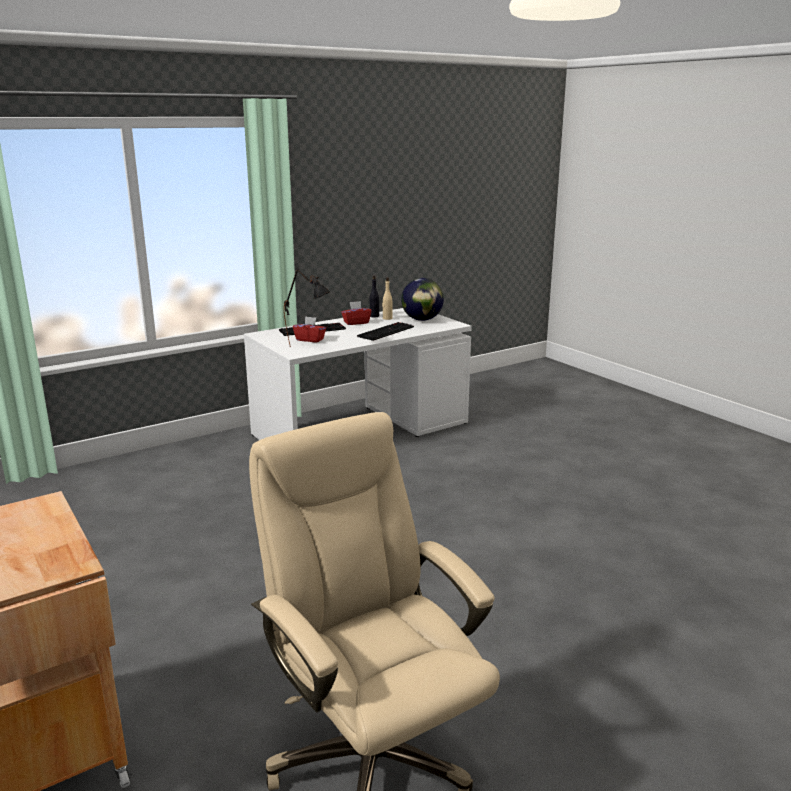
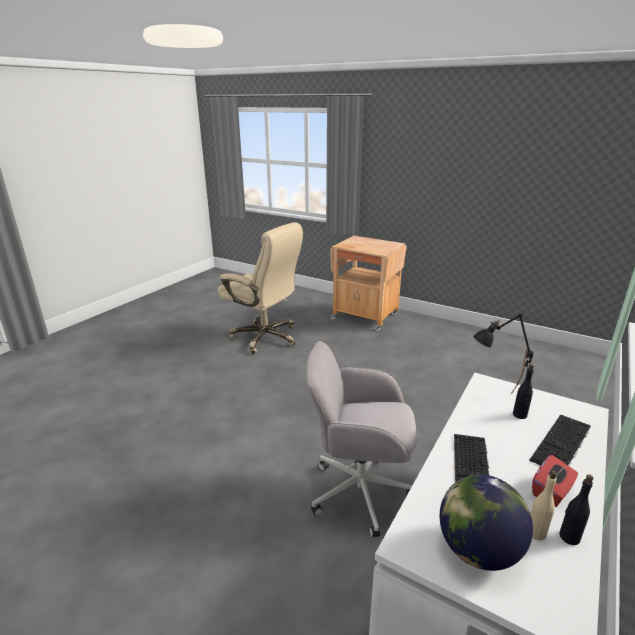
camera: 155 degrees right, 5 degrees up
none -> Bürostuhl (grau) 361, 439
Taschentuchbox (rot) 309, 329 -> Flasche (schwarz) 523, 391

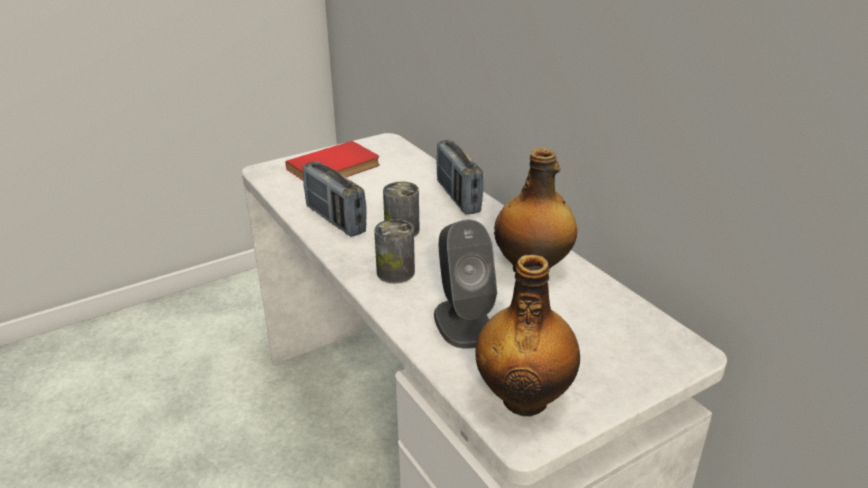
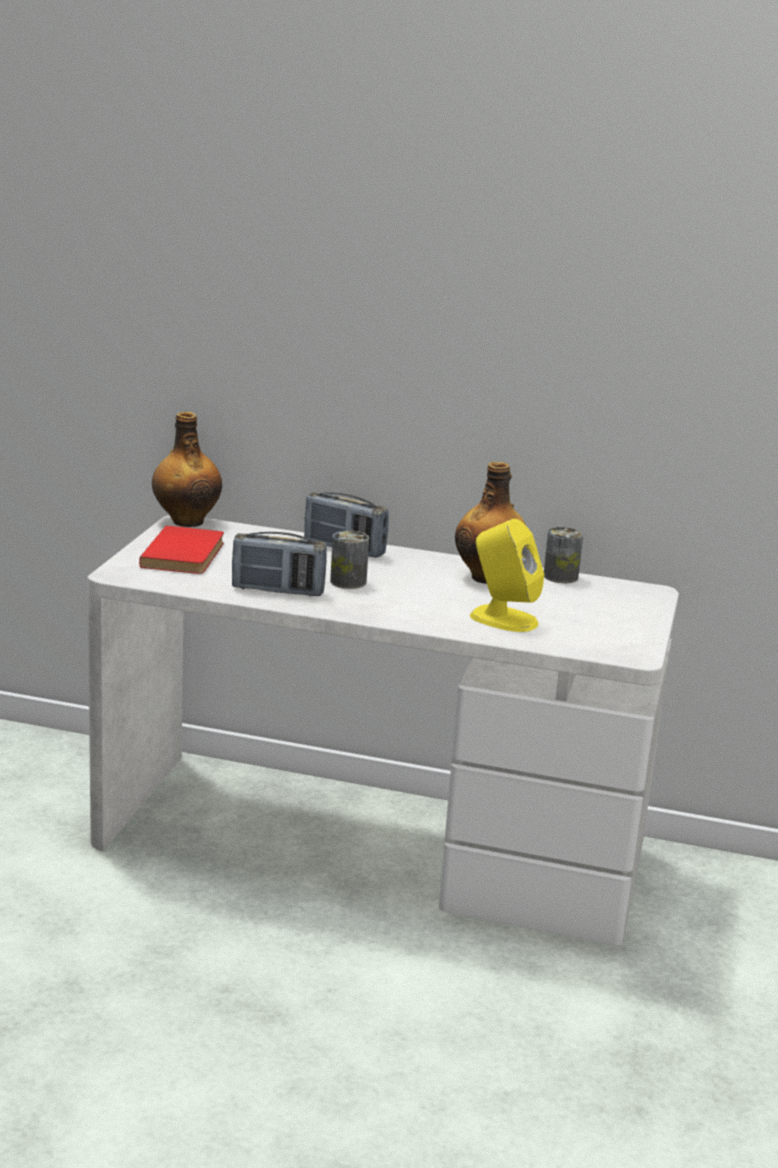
camera: 45 degrees left, 10 degrees down
Flasche 527, 335 -> Flasche 187, 469, relocated
Lautsprecher (grau) 465, 284 -> Lautsprecher (gelb) 507, 575
Dose 394, 251 -> Dose 563, 555, relocated

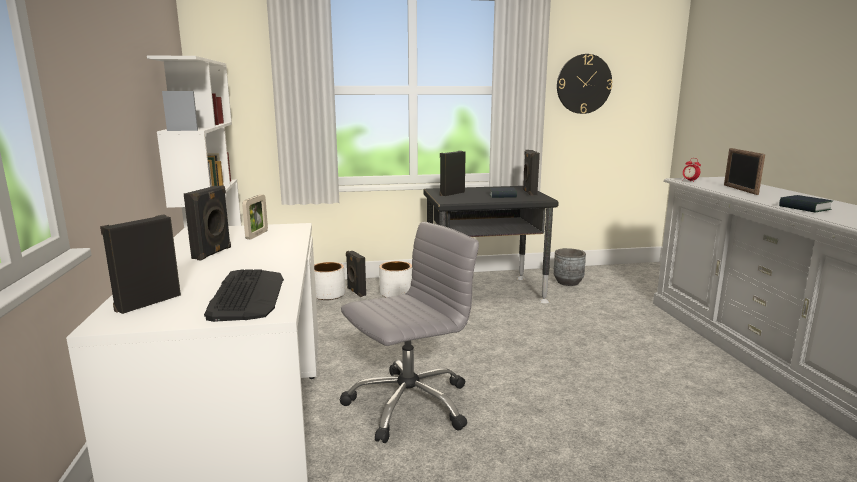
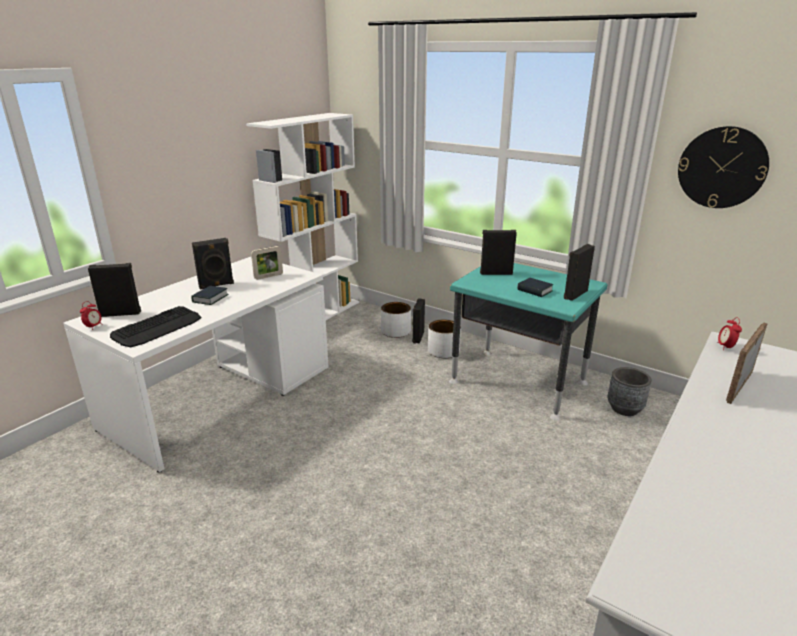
camera: 45 degrees right, 10 degrees up
none -> Wecker 90, 315
Buch 806, 204 -> Buch 210, 295, relocated
Schreibtisch (schwarz) 491, 244 -> Schreibtisch (türkis) 528, 342
Bürostuhl (grau) 409, 332 -> none

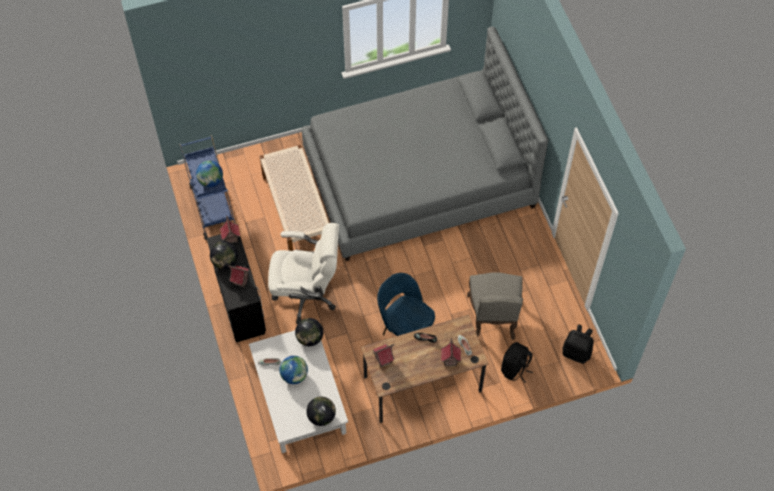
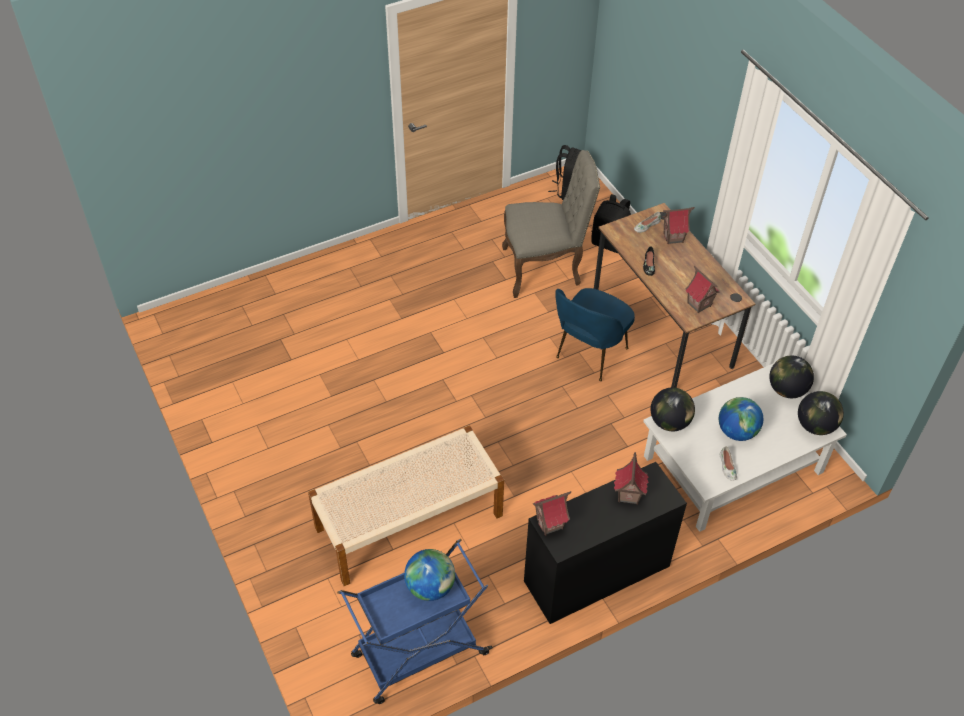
camera: 100 degrees left, 10 degrees down
Globus 224, 255 -> Globus 821, 413, relocated
Bürostuhl (weiß) 303, 273 -> none
Bett (grau) 425, 143 -> none

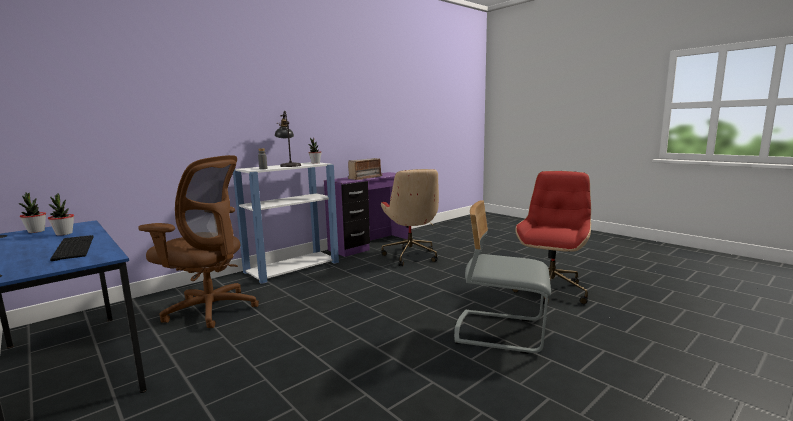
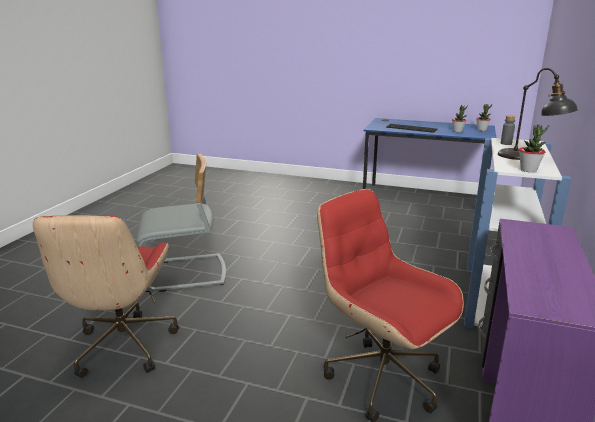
camera: 150 degrees right, 10 degrees up
Bürostuhl (braun) 198, 241 -> none
Radio 365, 169 -> none

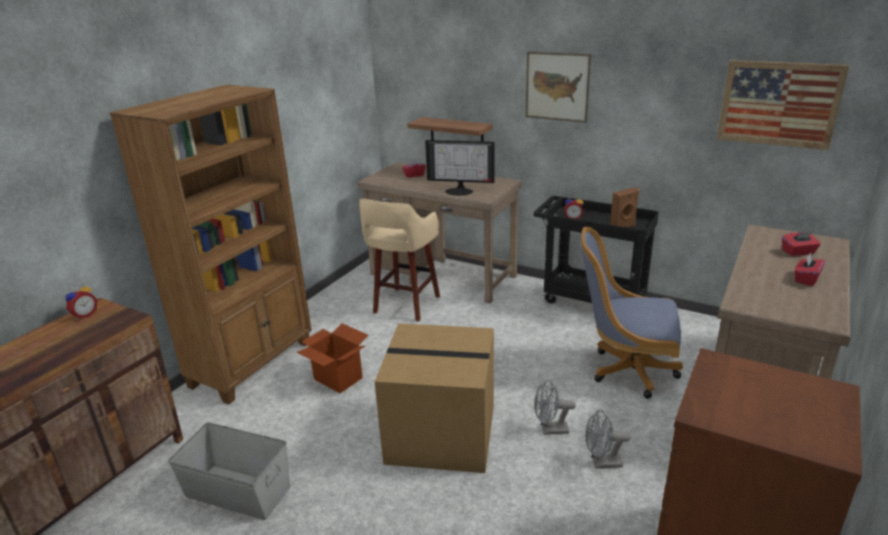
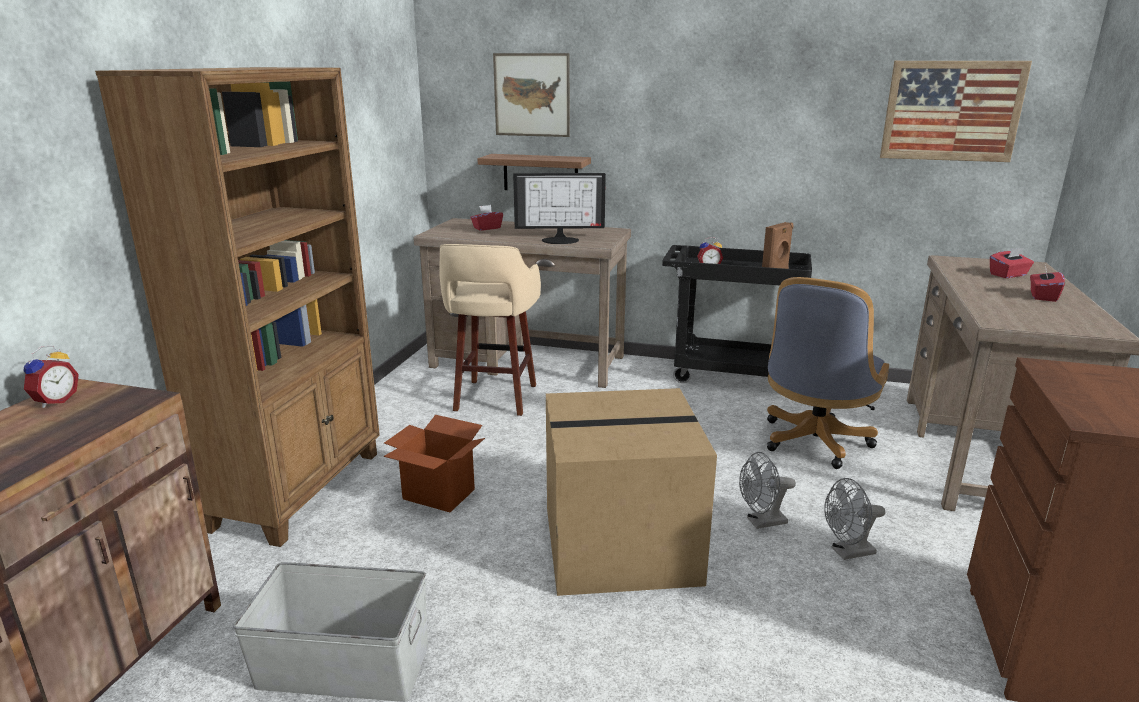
camera: 15 degrees left, 5 degrees down
Bild 558, 87 -> Bild 531, 95, relocated
Bürostuhl (blau) 632, 313 -> Bürostuhl (blau) 828, 373, 60 degrees counterclockwise

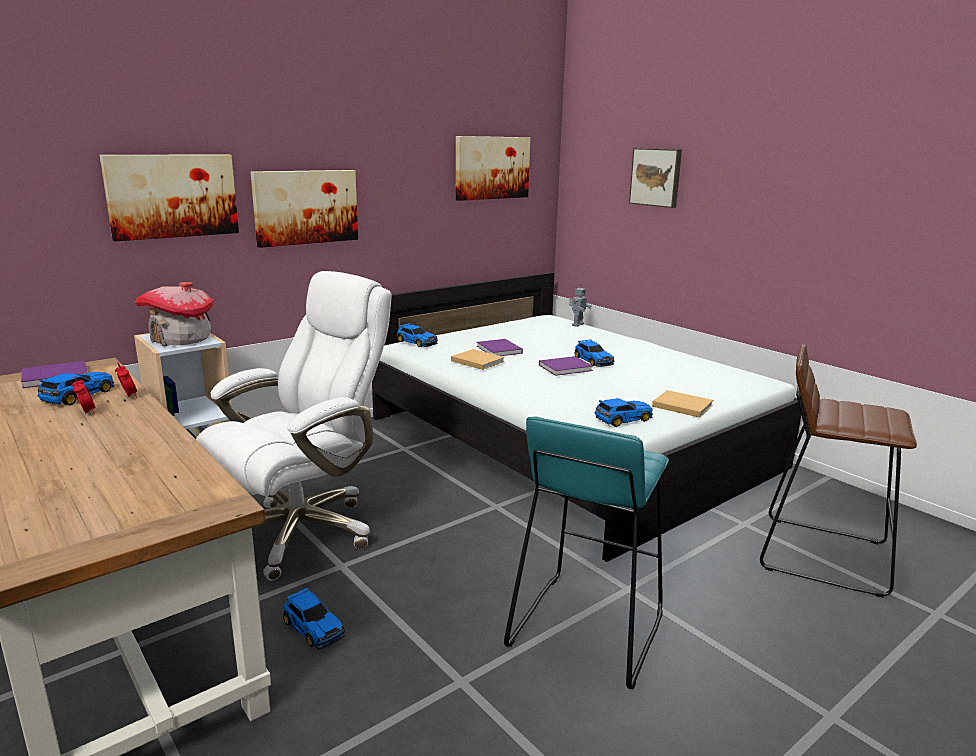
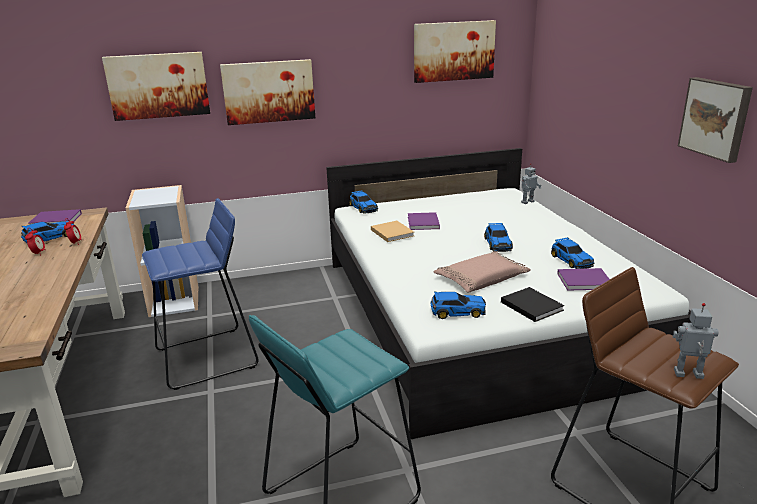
camera: 25 degrees right, 5 degrees up
Bürostuhl (weiß) 294, 426 -> Hocker (blau) 200, 294
none -> Kissen (beige) 482, 272
Buch (beige) 682, 404 -> Buch (schwarz) 532, 304
Spielzeugauto 314, 618 -> Spielzeugauto 572, 253, relocated
Buch (lila) 566, 366 -> Buch (lila) 583, 279, relocated
none -> Spielzeugroboter 695, 341
Bild 655, 178 -> Bild 715, 120, relocated
Spielzeughaus 174, 314 -> none

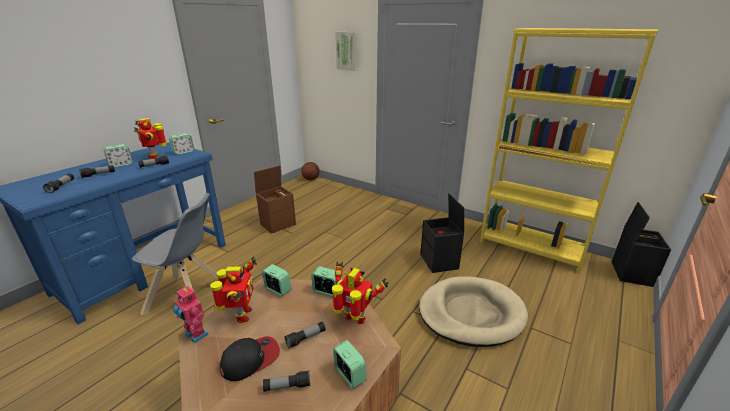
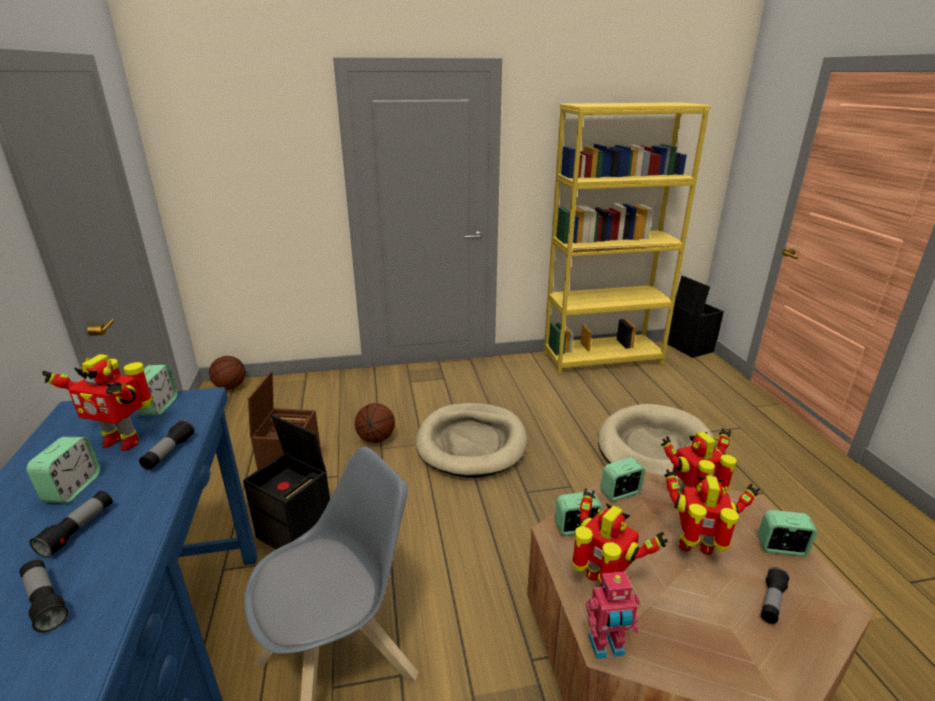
camera: 45 degrees left, 0 degrees up
Aufbewahrungsbox (schwarz) 442, 233 -> Aufbewahrungsbox (schwarz) 286, 482, relocated
none -> Basketball 375, 423
none -> Hundebett (beige) 471, 440
Taschenlampe 305, 335 -> Spielzeugroboter 712, 512
Kappe 250, 359 -> none
Bild 346, 51 -> none

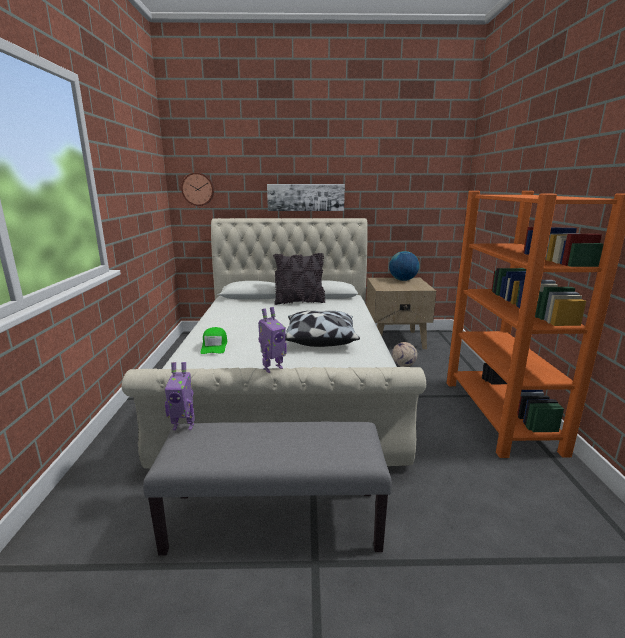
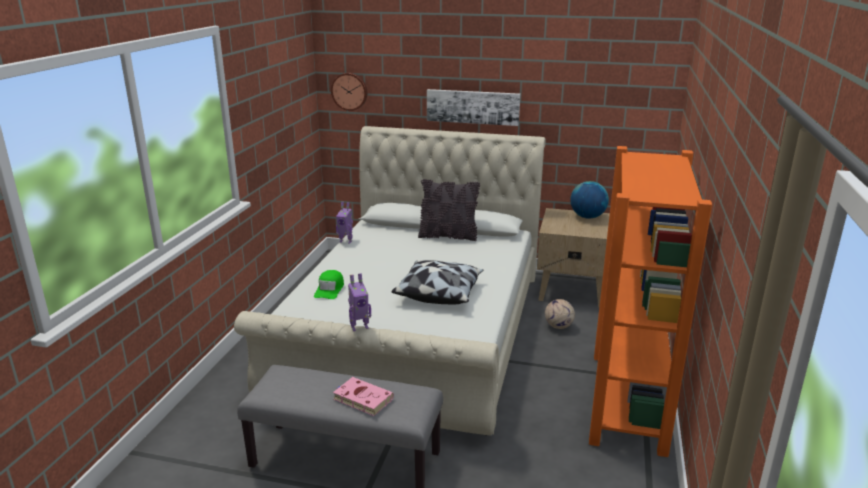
camera: 15 degrees right, 5 degrees up
none -> Buch (rosa) 363, 396
Spielzeugroboter 180, 396 -> Spielzeugroboter 344, 223, relocated

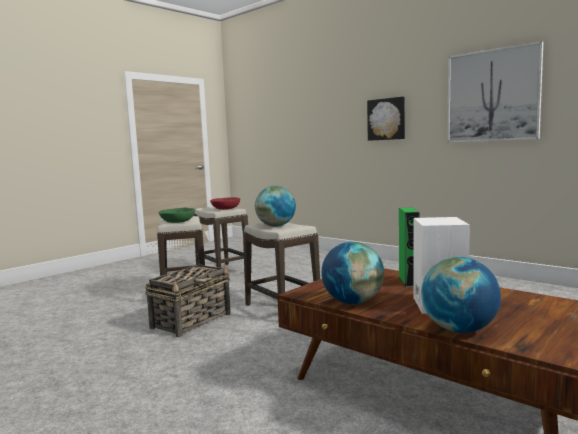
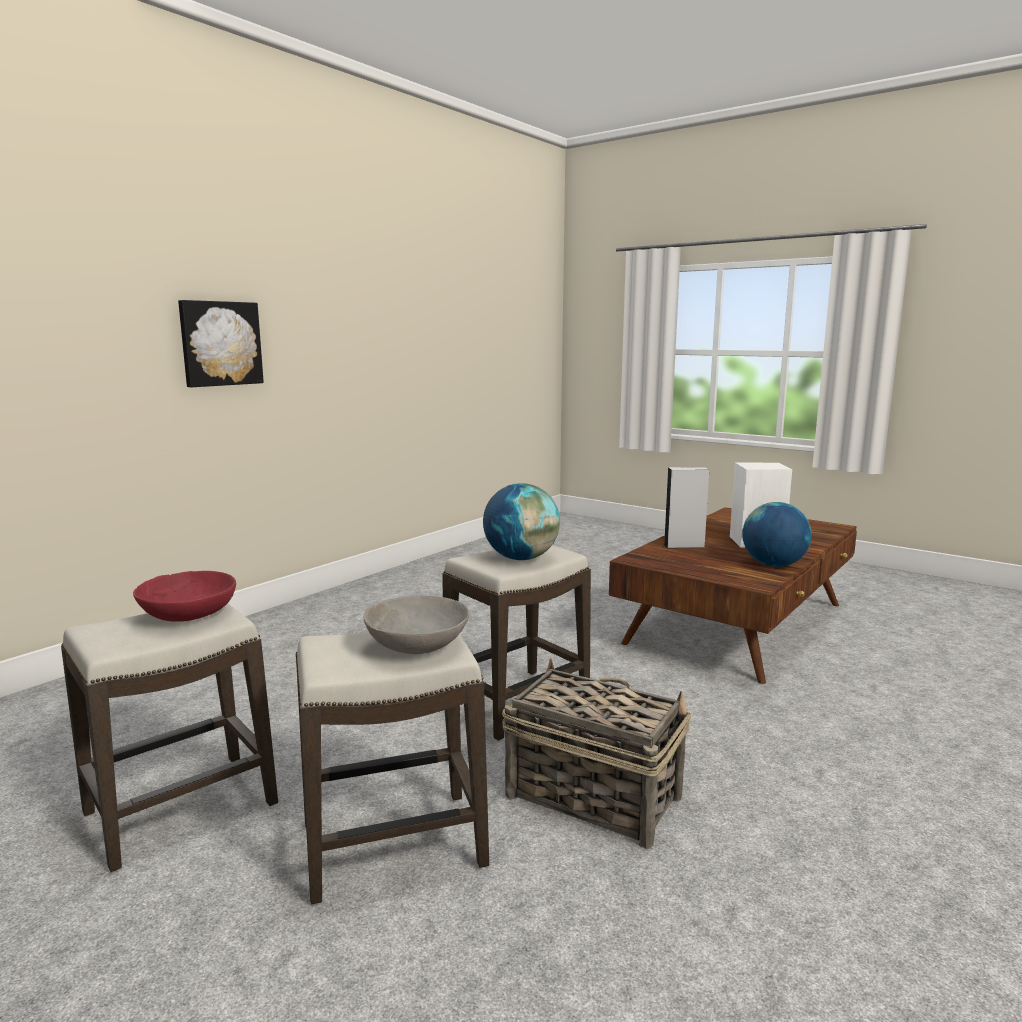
camera: 95 degrees left, 5 degrees up
Schüssel (grün) 177, 215 -> Schüssel (grau) 416, 624
Lautsprecher (grün) 409, 247 -> Lautsprecher (grau) 686, 507
Globus 461, 295 -> none
Bild 495, 92 -> none

